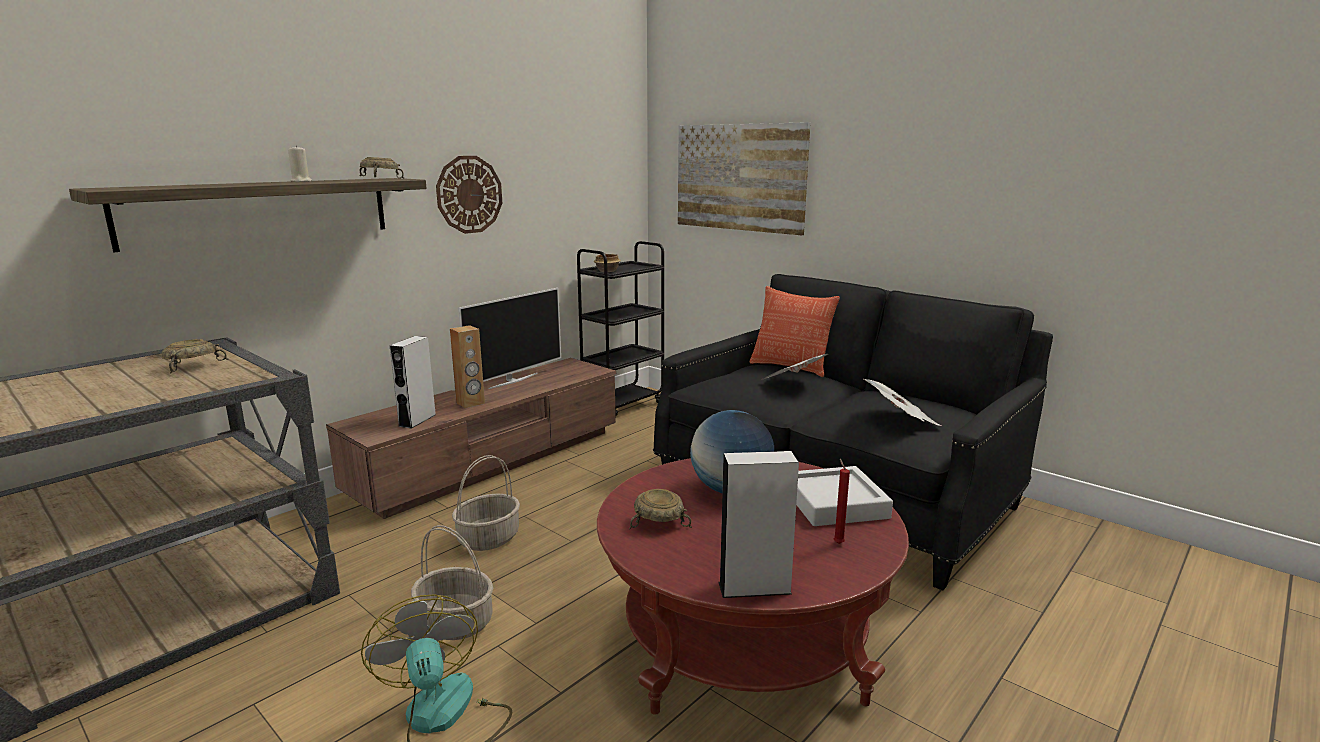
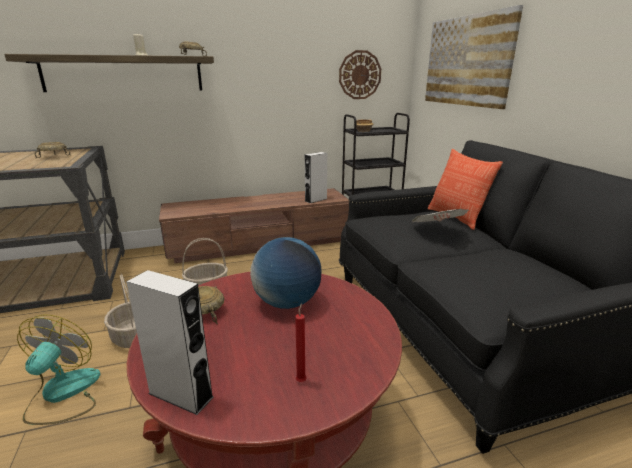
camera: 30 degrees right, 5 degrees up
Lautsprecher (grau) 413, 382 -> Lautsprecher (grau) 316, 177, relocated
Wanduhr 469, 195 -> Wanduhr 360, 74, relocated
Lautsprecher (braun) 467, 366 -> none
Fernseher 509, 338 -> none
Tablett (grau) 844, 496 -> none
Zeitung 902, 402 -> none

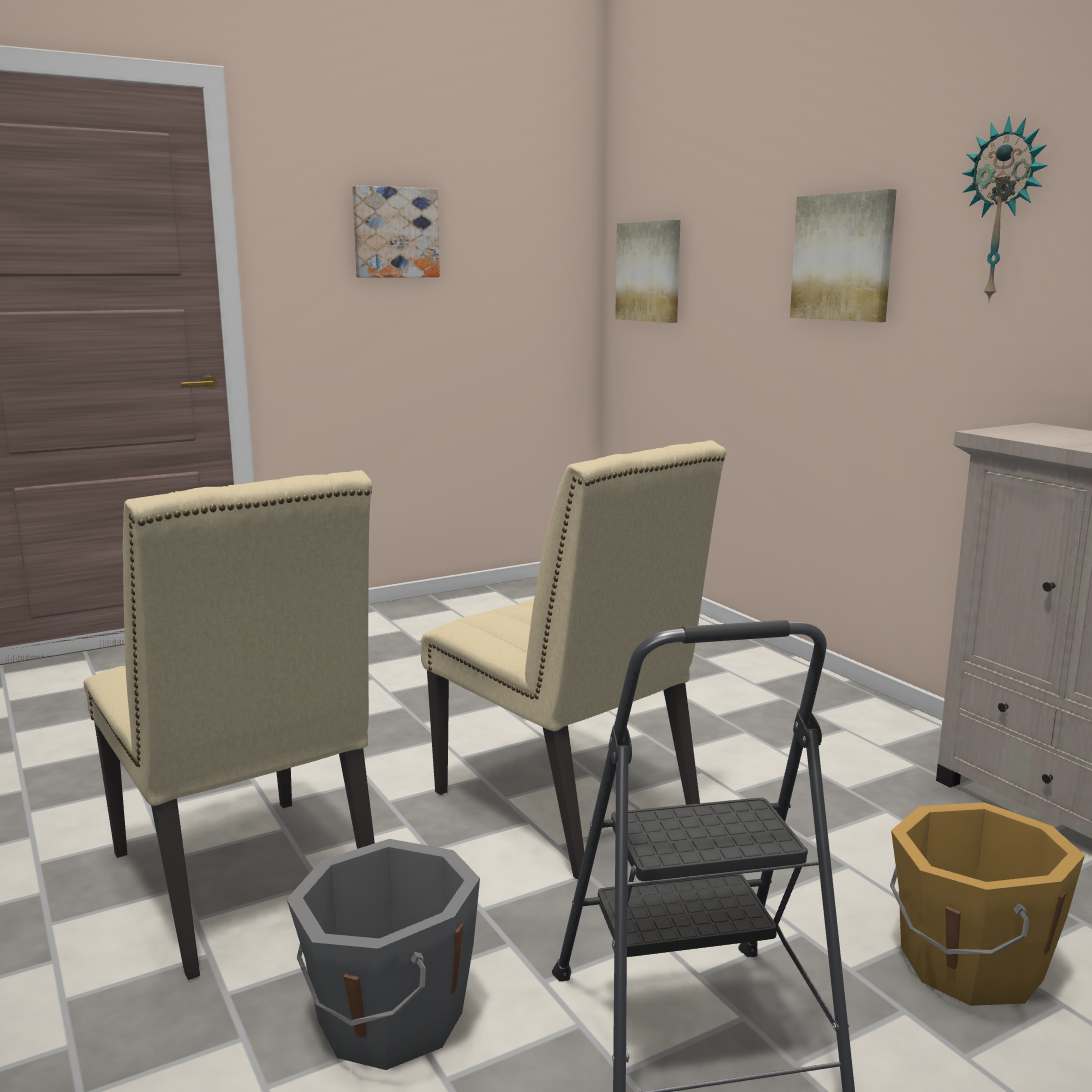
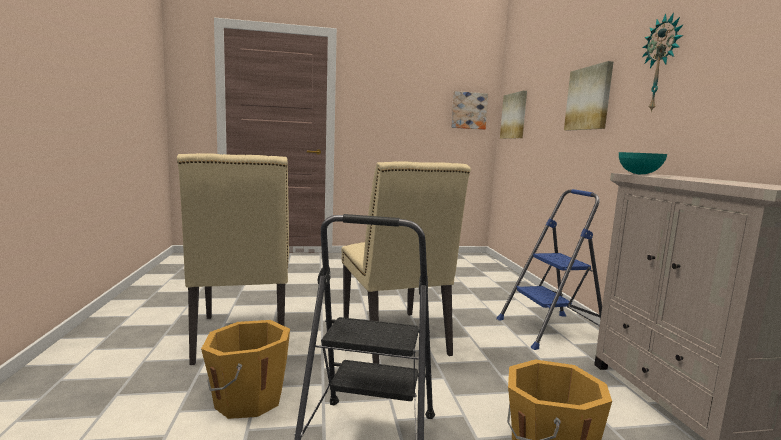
camera: 20 degrees right, 5 degrees down
Eimer (grau) 383, 954 -> Eimer (orange) 245, 369
Bild 396, 231 -> Bild 469, 110, relocated
none -> Trittleiter (blau) 549, 269
none -> Schüssel 643, 163

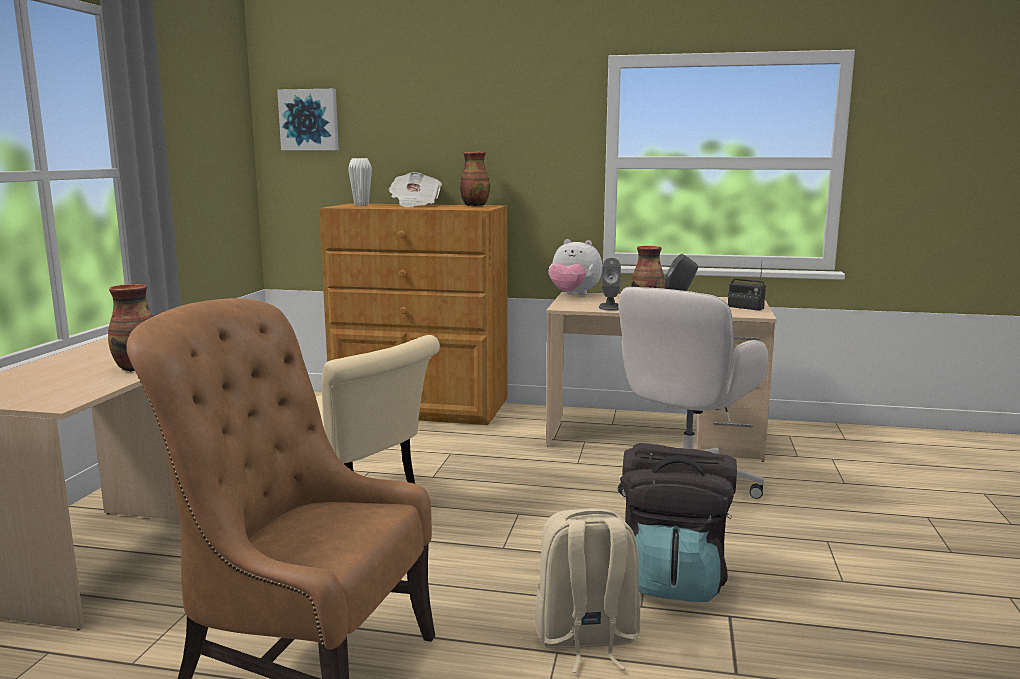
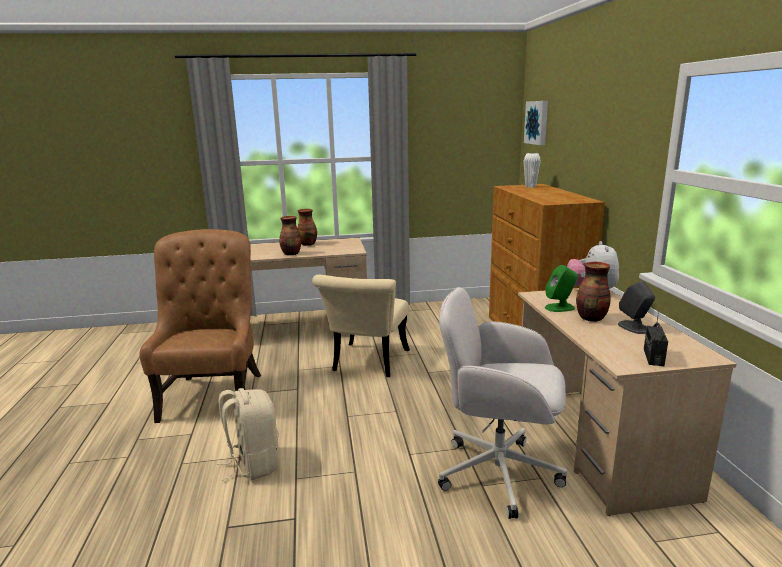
camera: 70 degrees right, 5 degrees up
Vase 475, 179 -> Vase 307, 227, relocated
Lautsprecher (grau) 610, 284 -> Lautsprecher (grün) 561, 288
Zeitung 415, 189 -> none
Rucksack (schwarz) 678, 522 -> none

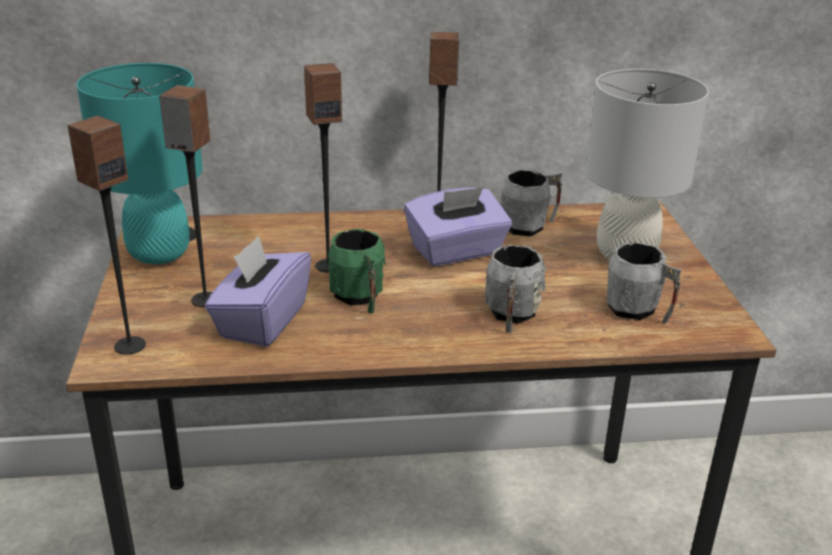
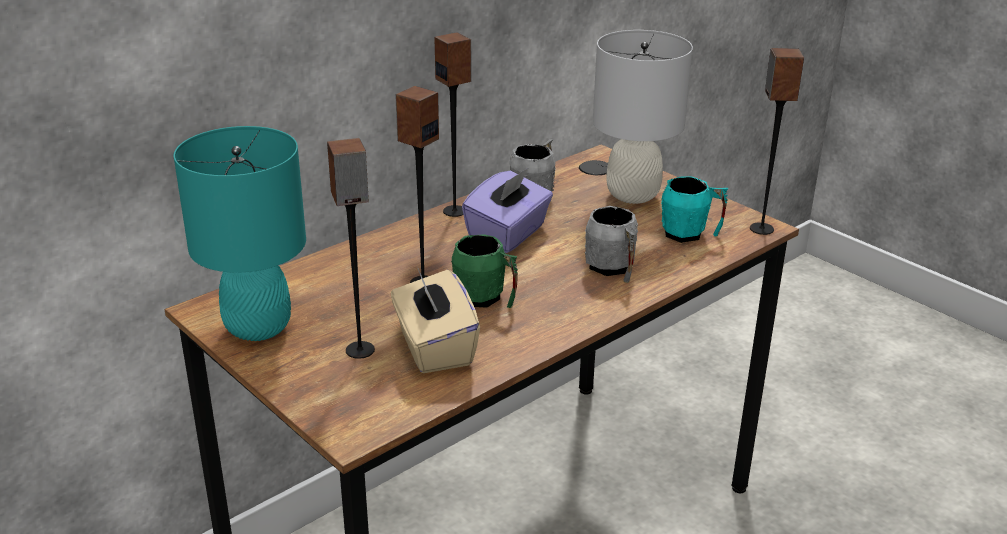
camera: 35 degrees left, 0 degrees up
Taschentuchbox (lila) 258, 291 -> Taschentuchbox (beige) 435, 319
Henkelbecher (grau) 644, 283 -> Henkelbecher (türkis) 694, 209
Lautsprecher 106, 235 -> Lautsprecher 777, 141, relocated

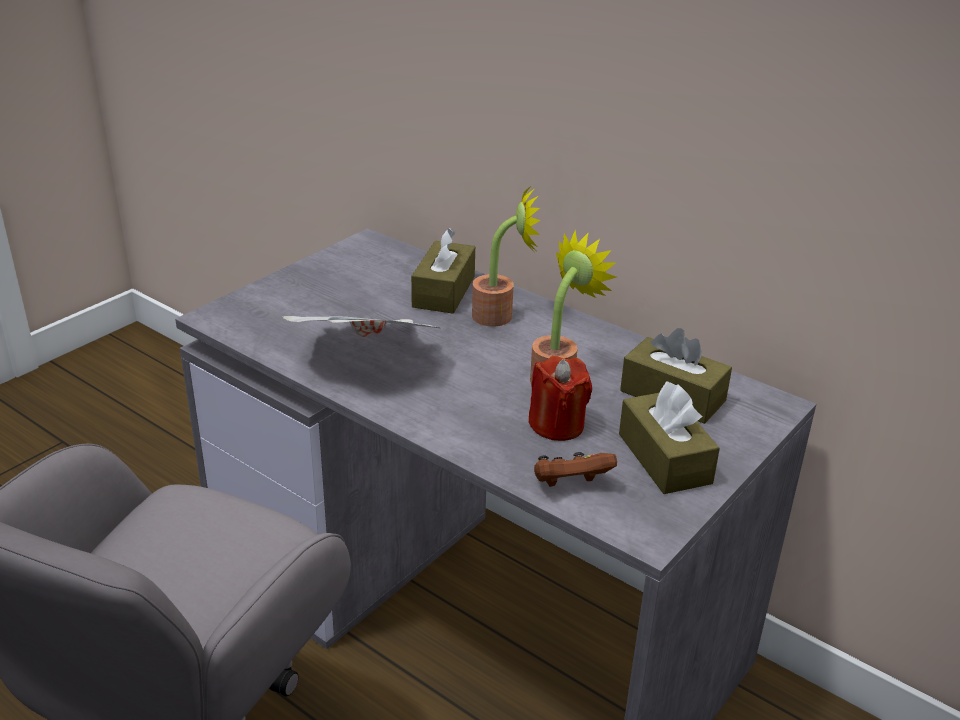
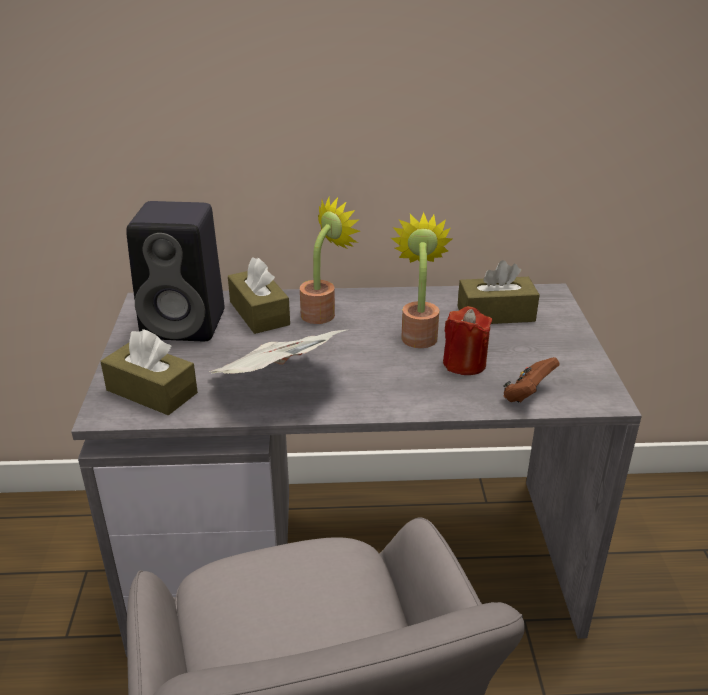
camera: 40 degrees left, 0 degrees up
Taschentuchbox (braun) 669, 437 -> Taschentuchbox (braun) 149, 372, relocated
none -> Lautsprecher (schwarz) 175, 271

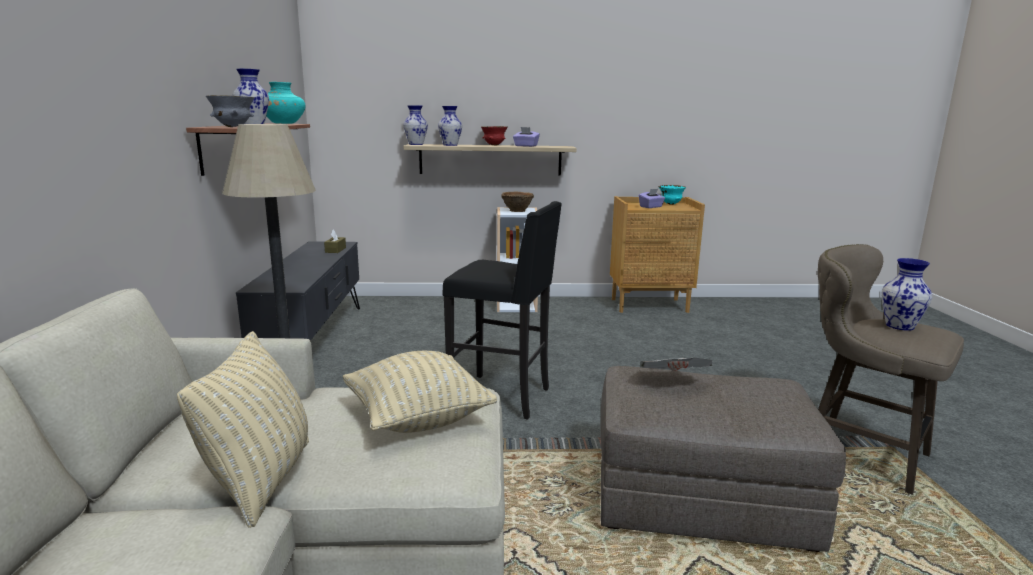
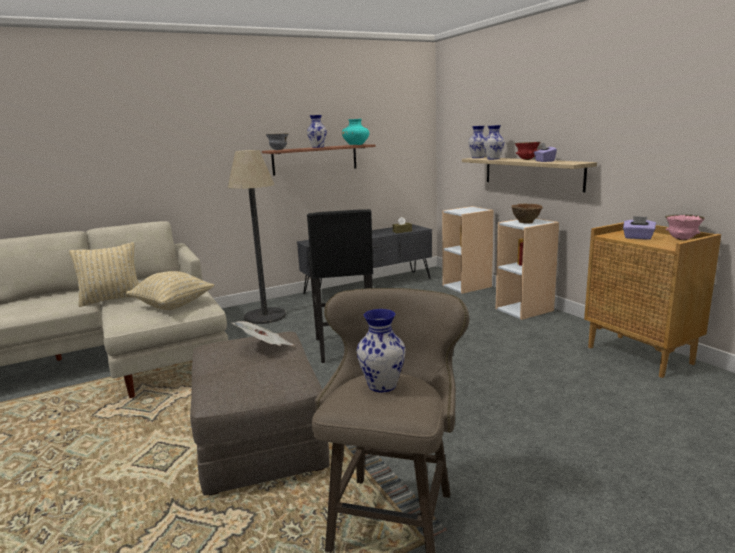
camera: 65 degrees right, 0 degrees up
none -> Bücherregal 468, 250
Schüssel (türkis) 672, 195 -> Schüssel (rosa) 685, 227

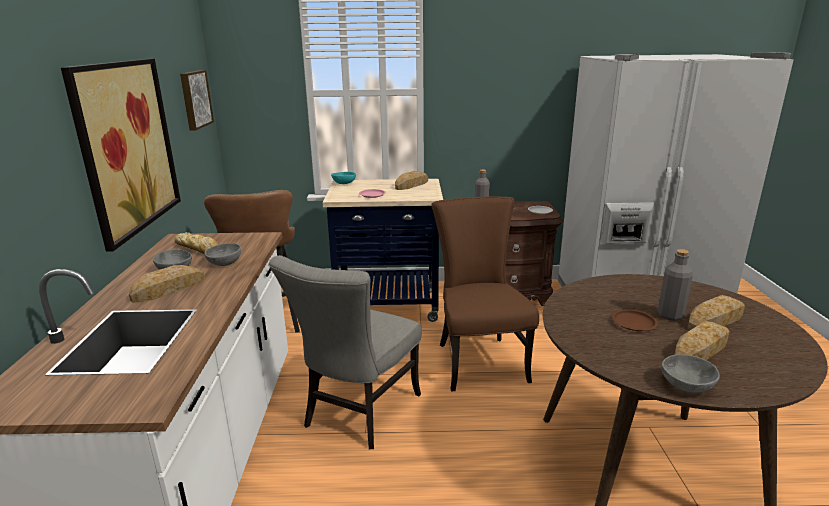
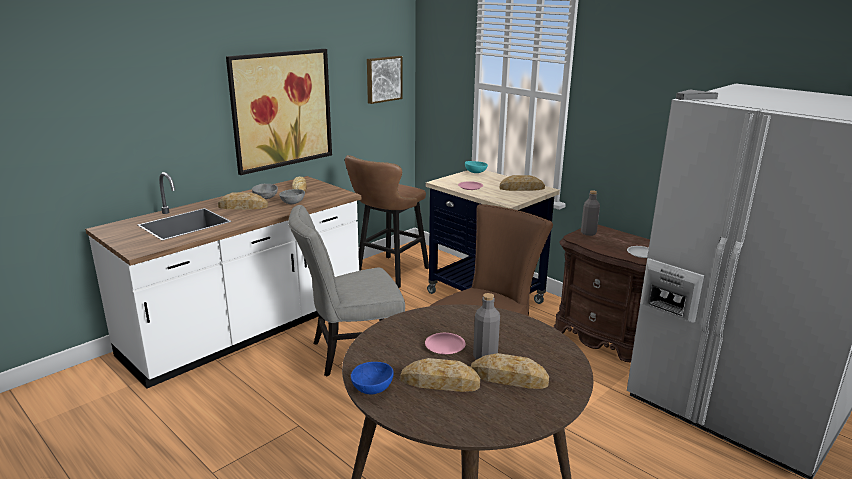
camera: 45 degrees right, 0 degrees up
Schüssel (grau) 690, 373 -> Schüssel (blau) 372, 378
Teller (braun) 635, 320 -> Teller (rosa) 445, 344

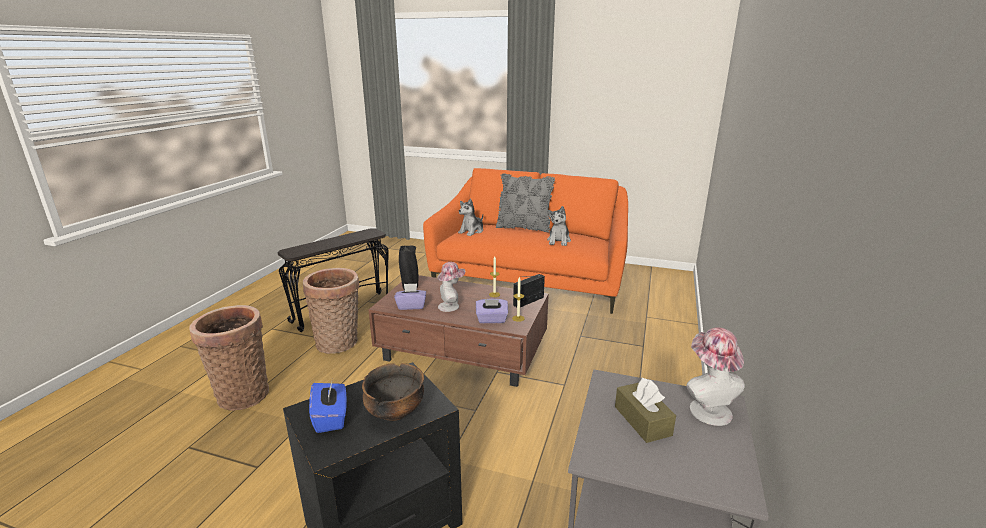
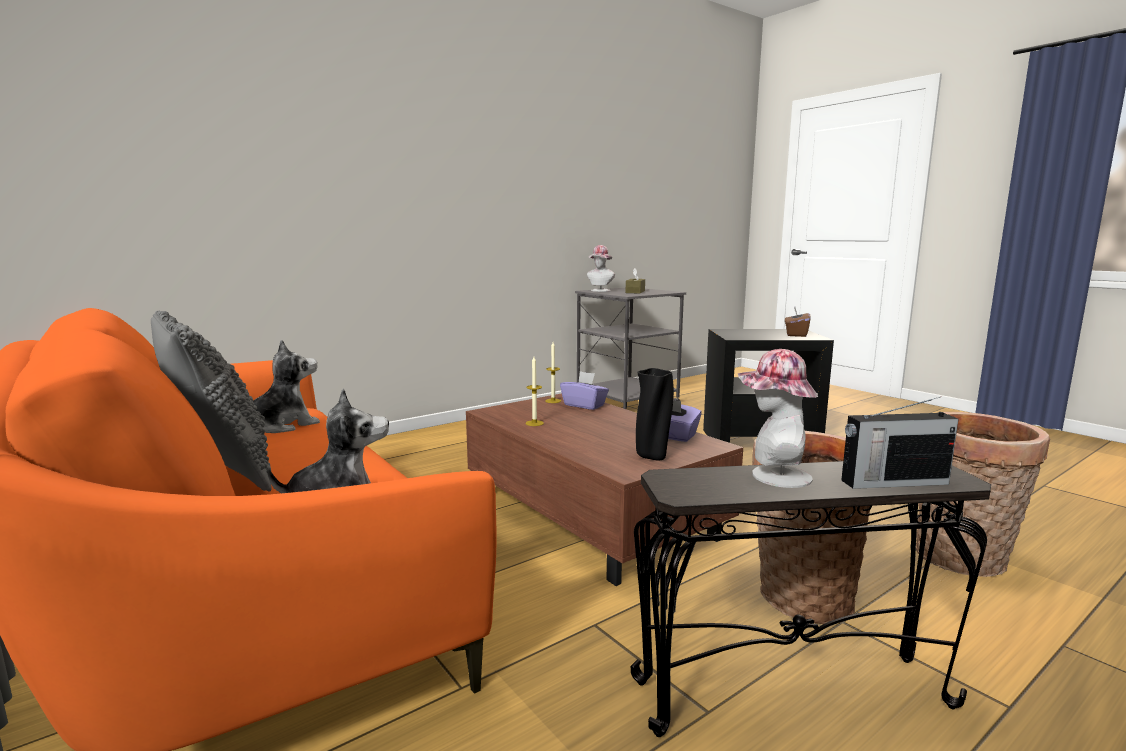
camera: 145 degrees left, 10 degrees down
Hut 451, 287 -> Hut 778, 418, relocated
Taschentuchbox (blau) 328, 407 -> Taschentuchbox (braun) 798, 322
Radio 529, 290 -> Radio 900, 443, relocated
Schüssel 393, 392 -> none

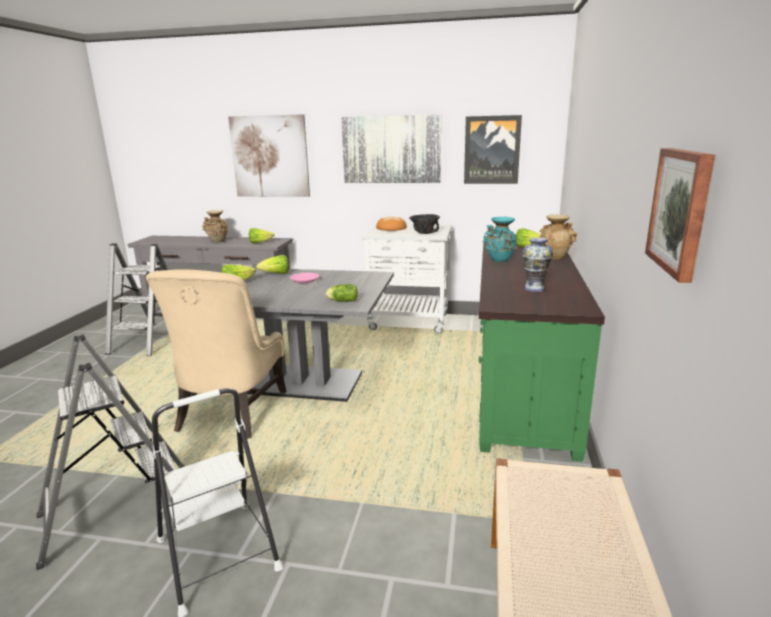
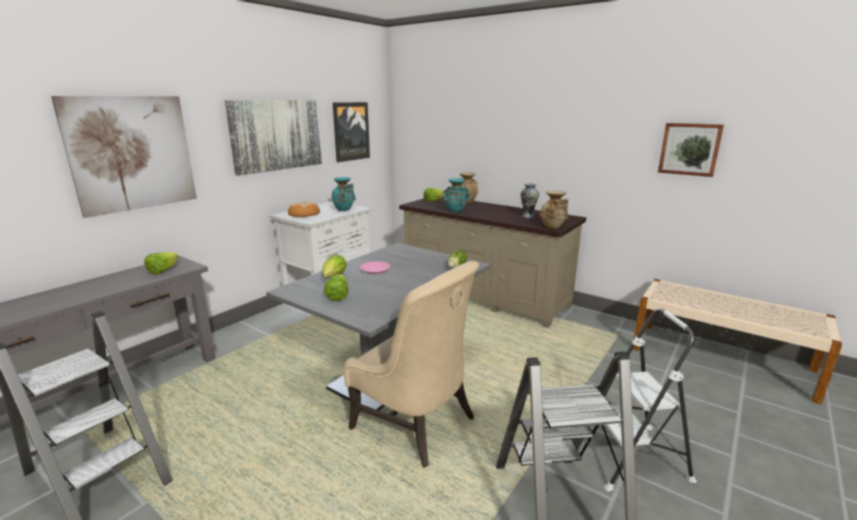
camera: 65 degrees left, 0 degrees up
Schüssel (schwarz) 424, 224 -> Vase (türkis) 343, 194
Schrank (grün) 542, 352 -> Schrank (beige) 492, 262
Vase (beige) 215, 226 -> Vase (beige) 554, 209, relocated

